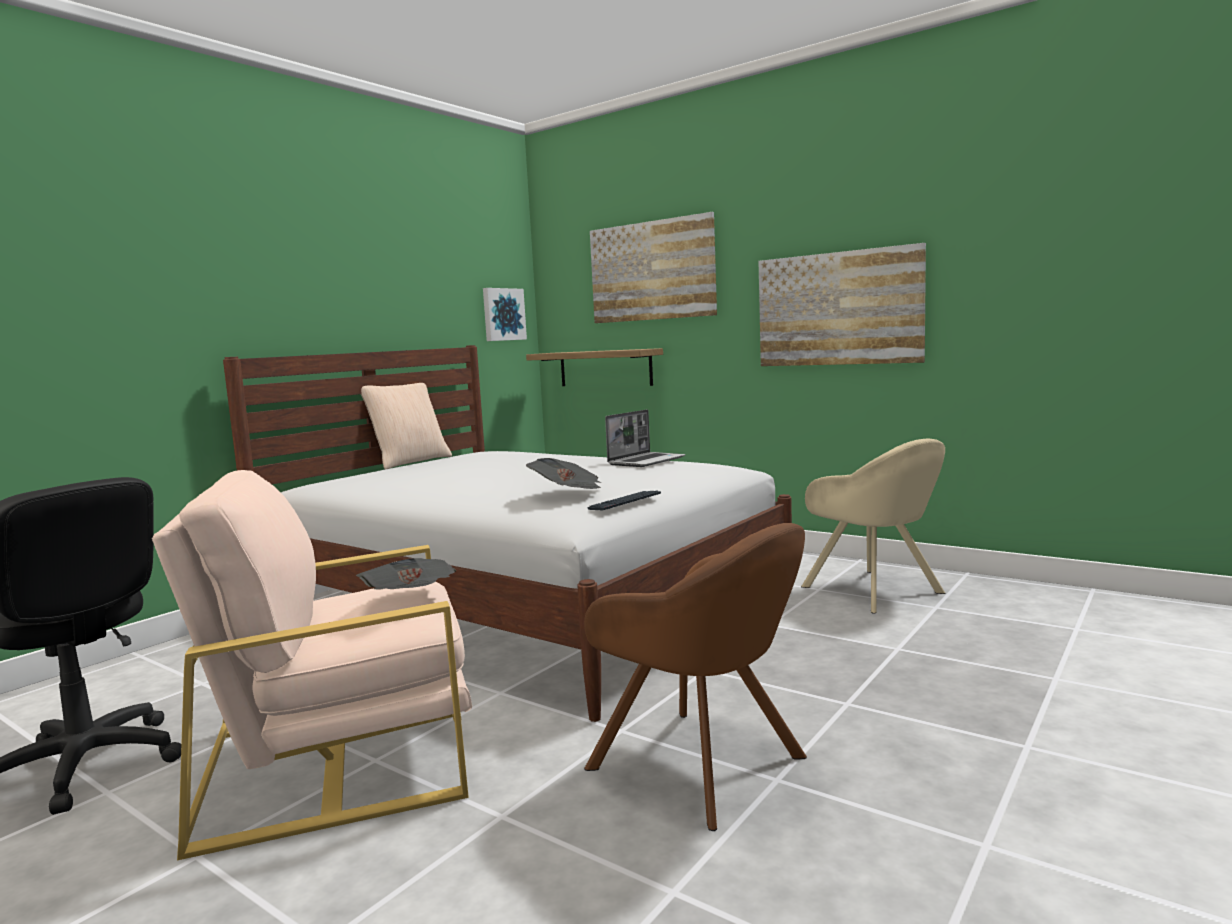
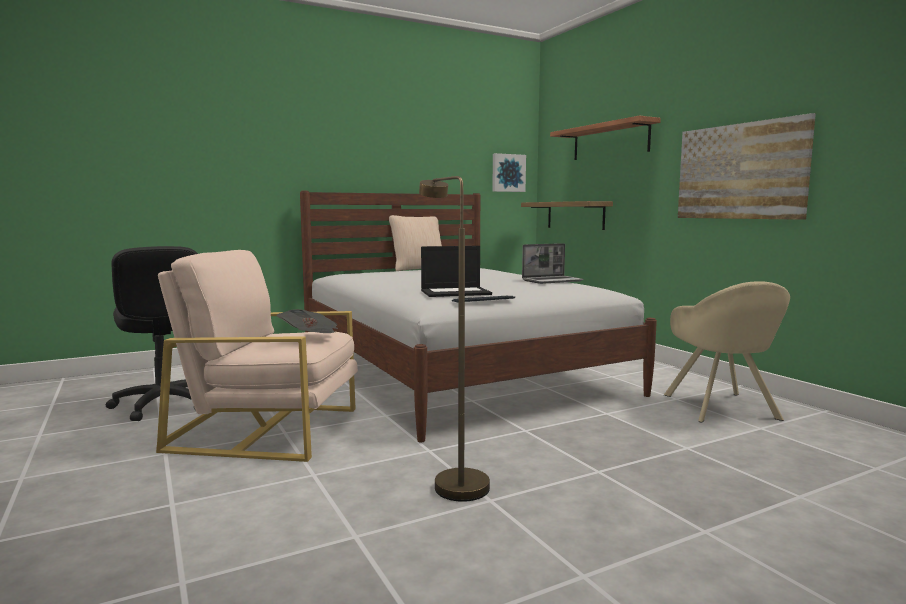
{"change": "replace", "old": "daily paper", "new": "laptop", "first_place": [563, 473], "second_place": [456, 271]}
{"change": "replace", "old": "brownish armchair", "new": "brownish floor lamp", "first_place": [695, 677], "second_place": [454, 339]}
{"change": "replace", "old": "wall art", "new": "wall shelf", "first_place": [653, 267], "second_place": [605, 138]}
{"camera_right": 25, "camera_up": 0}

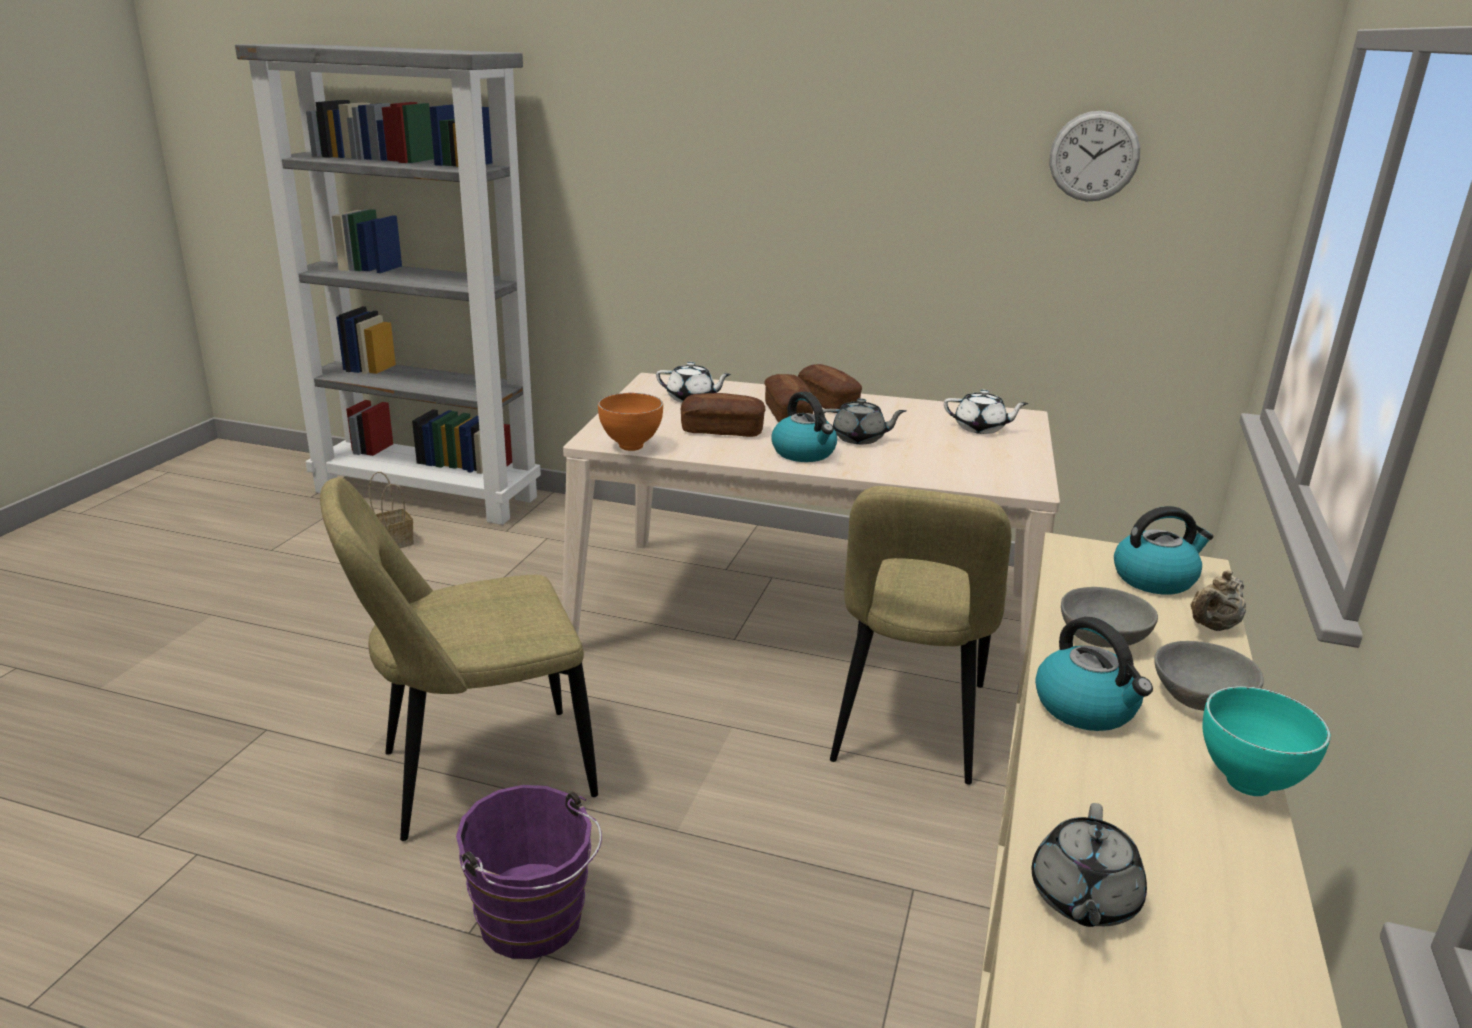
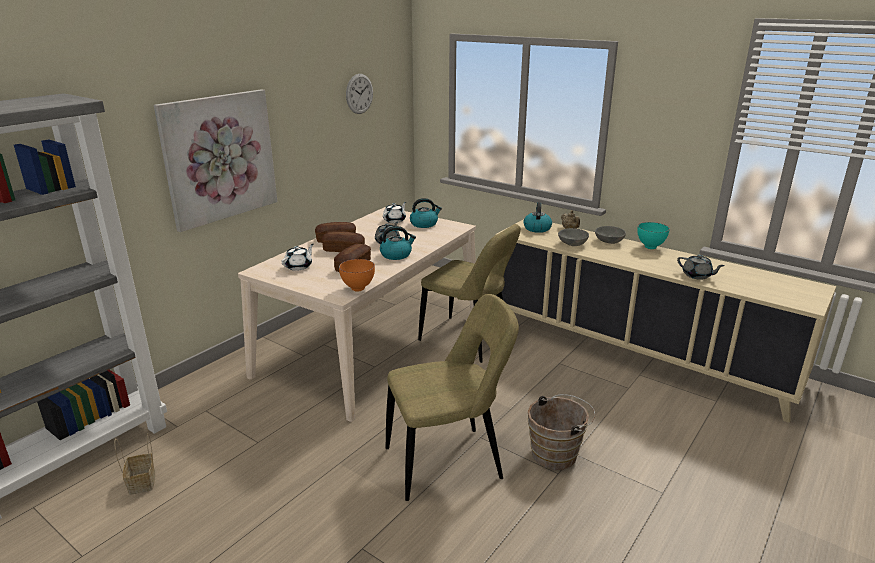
{"change": "insert", "new": "wall art", "second_place": [215, 160]}
{"change": "move", "old": "kettle", "first_place": [1094, 674], "second_place": [426, 213]}
{"change": "recolor", "old": "purplish pail", "new": "brownish pail", "first_place": [529, 872], "second_place": [561, 432]}
{"change": "rotate", "old": "beige-coloured upright chair", "first_place": [459, 659], "second_place": [452, 397], "degrees": -105}
{"camera_right": -70, "camera_up": 0}

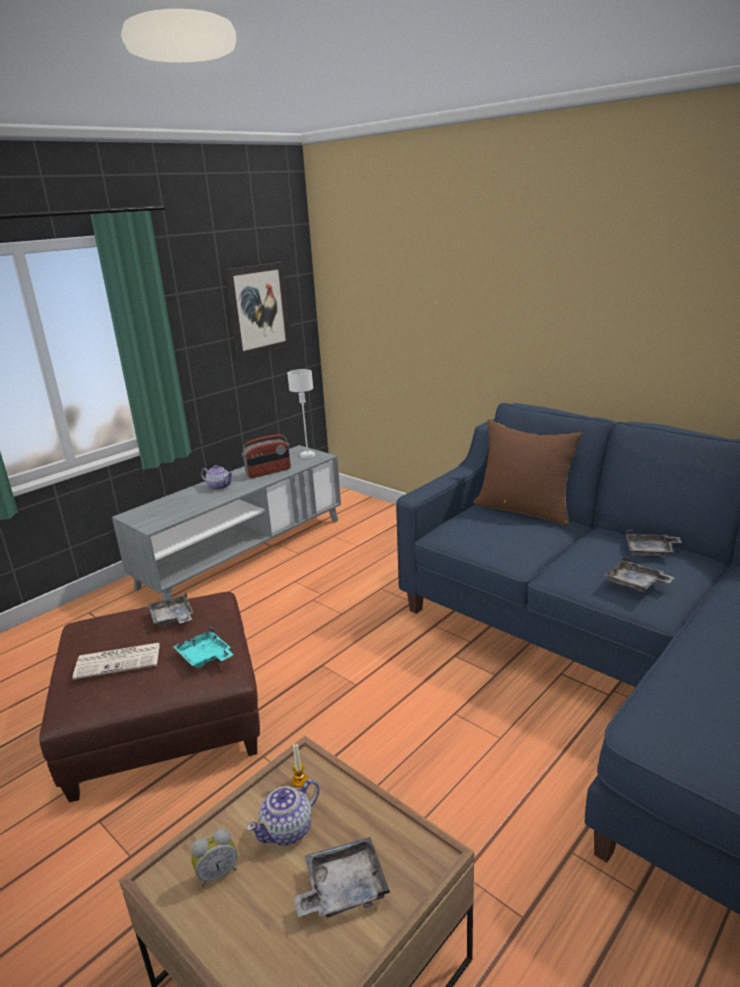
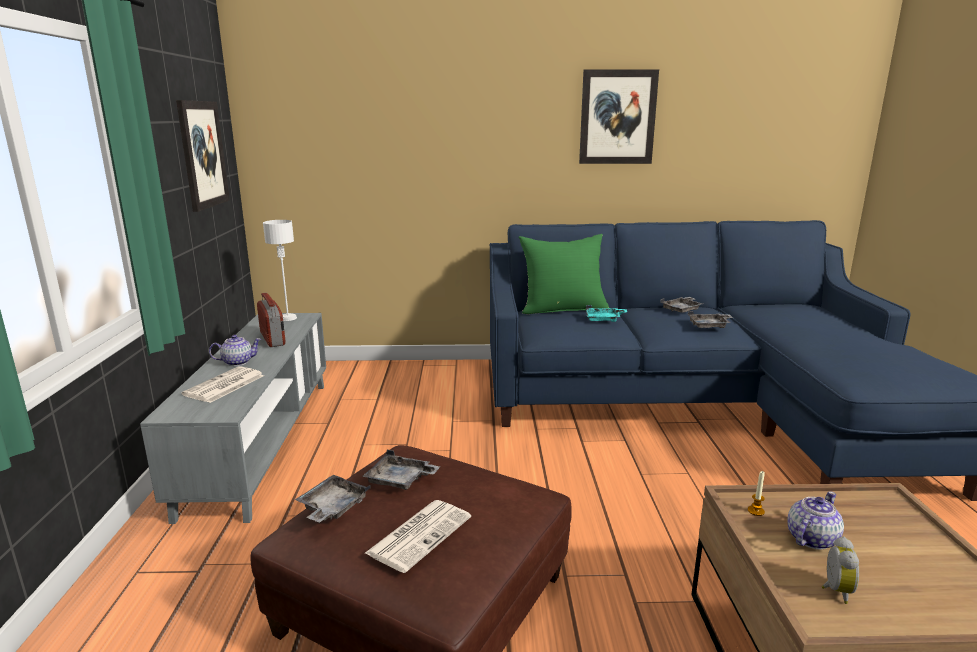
{"change": "insert", "new": "daily paper", "second_place": [222, 384]}
{"change": "insert", "new": "wall art", "second_place": [619, 116]}
{"change": "move", "old": "turquoise tray", "first_place": [203, 647], "second_place": [606, 313]}
{"change": "move", "old": "grey tray", "first_place": [342, 877], "second_place": [333, 499]}
{"change": "recolor", "old": "brownish throw pillow", "new": "green-coloured throw pillow", "first_place": [527, 472], "second_place": [563, 274]}
{"change": "rotate", "old": "radio set", "first_place": [266, 456], "second_place": [271, 320], "degrees": -45}
{"change": "rotate", "old": "tea pot", "first_place": [282, 812], "second_place": [815, 520], "degrees": -135}
{"camera_right": -45, "camera_up": -5}

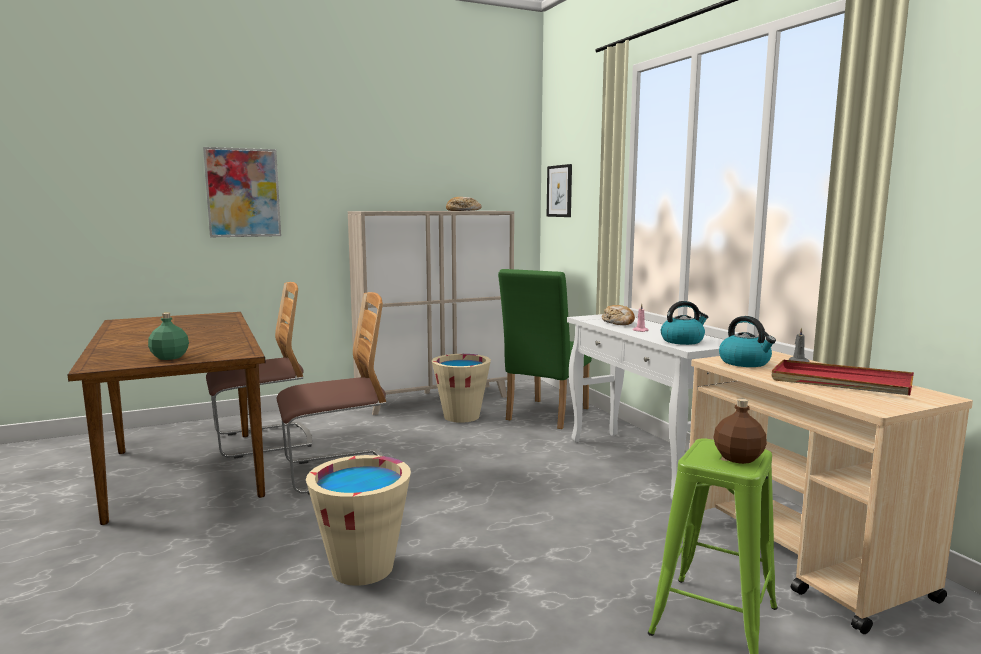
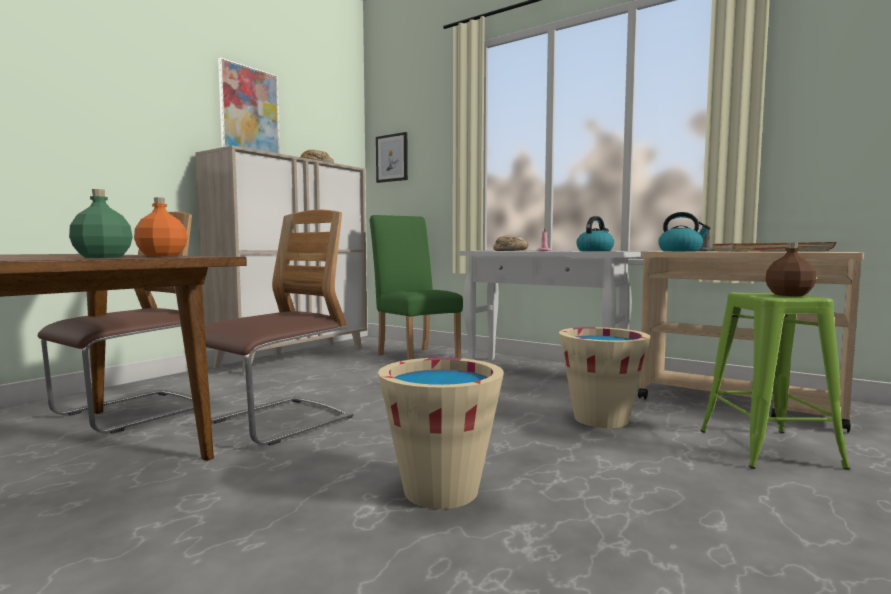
{"change": "insert", "new": "orangey drink bottle", "second_place": [161, 226]}
{"change": "move", "old": "wall art", "first_place": [242, 192], "second_place": [249, 105]}
{"change": "move", "old": "beige-coloured pail", "first_place": [461, 388], "second_place": [605, 377]}
{"change": "rotate", "old": "green-coloured upright chair", "first_place": [545, 349], "second_place": [416, 287], "degrees": 150}
{"camera_right": -30, "camera_up": -5}

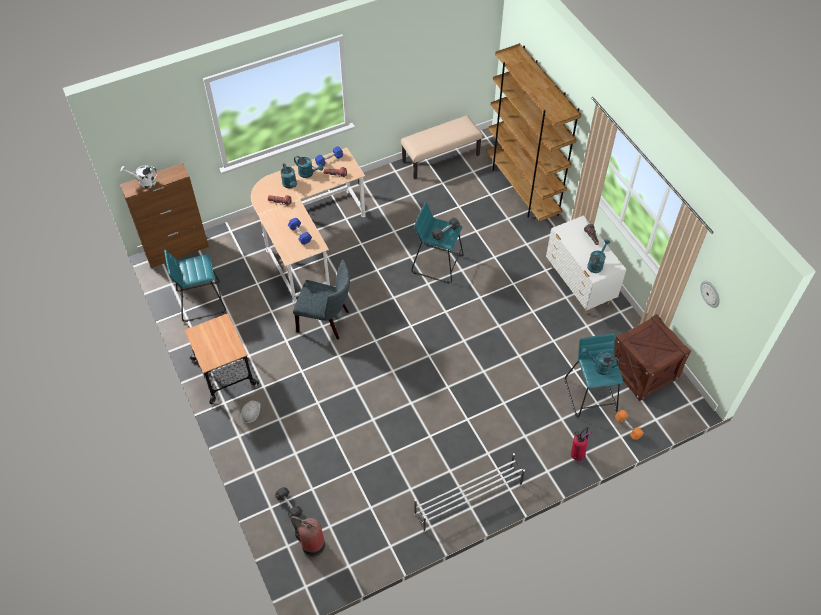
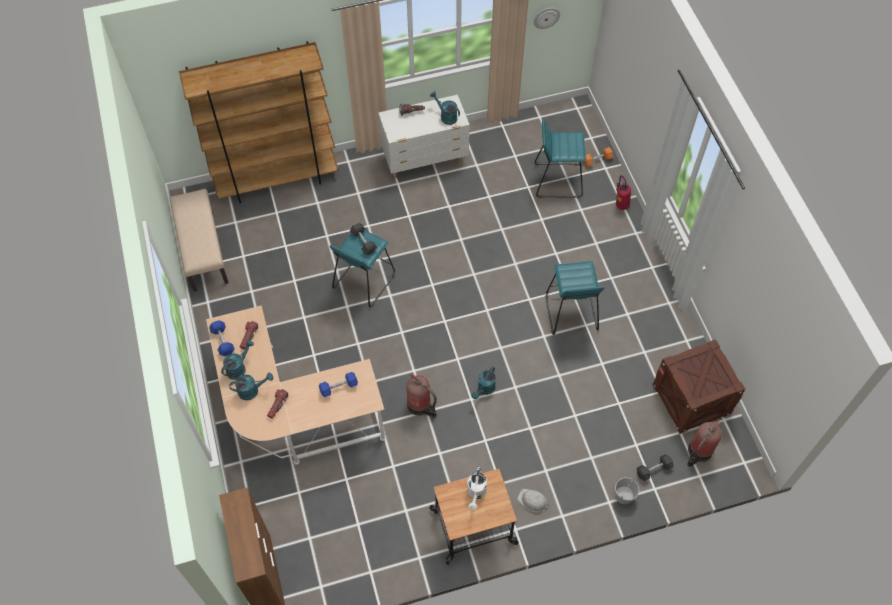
{"change": "delete", "old": "white-coloured shoe rack", "first_place": [469, 492]}
{"change": "insert", "new": "white-coloured pail", "second_place": [627, 490]}
{"change": "move", "old": "white-coloured watering can", "first_place": [139, 176], "second_place": [477, 488]}
{"change": "move", "old": "turquoise stool seat", "first_place": [195, 286], "second_place": [575, 298]}
{"change": "move", "old": "turquoise watering can", "first_place": [600, 361], "second_place": [483, 382]}
{"change": "move", "old": "shipping crate", "first_place": [652, 357], "second_place": [699, 386]}
{"change": "replace", "old": "grey upright chair", "new": "fire-fighting cylinder", "first_place": [321, 299], "second_place": [422, 395]}
{"camera_right": -80, "camera_up": 5}

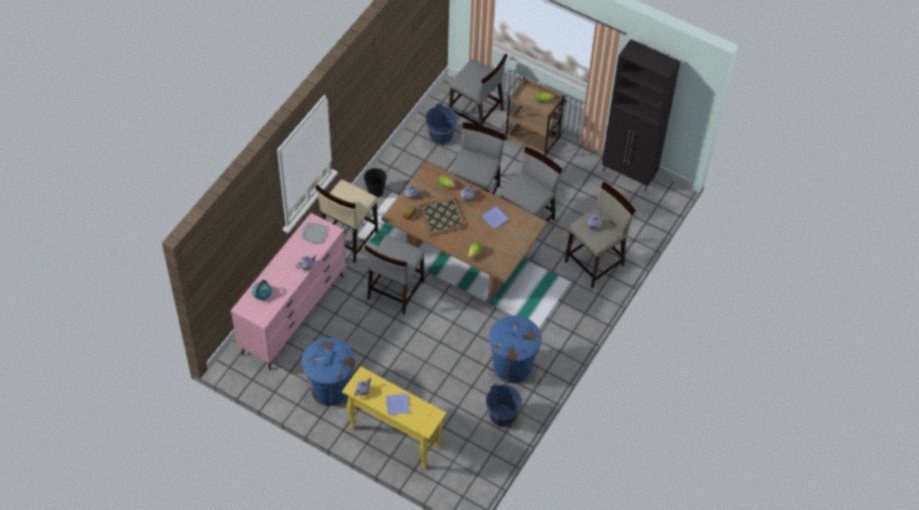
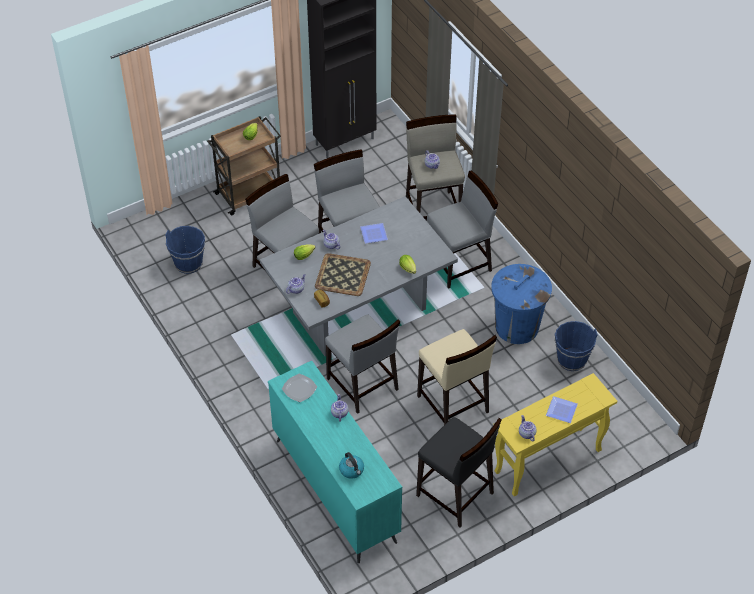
{"change": "delete", "old": "black-coloured pail", "first_place": [375, 183]}
{"change": "move", "old": "beige-coloured stool seat", "first_place": [346, 221], "second_place": [457, 377]}
{"change": "move", "old": "grey upright chair", "first_place": [478, 89], "second_place": [462, 229]}
{"change": "replace", "old": "blue-coloured rubbish bin", "new": "black-coloured stool seat", "first_place": [328, 372], "second_place": [459, 472]}
{"change": "recolor", "old": "pink chest of drawers", "new": "turquoise chest of drawers", "first_place": [288, 291], "second_place": [335, 462]}
{"change": "recolor", "old": "brownish dinner table", "new": "grey dinner table", "first_place": [465, 231], "second_place": [359, 276]}
{"camera_right": -60, "camera_up": -5}

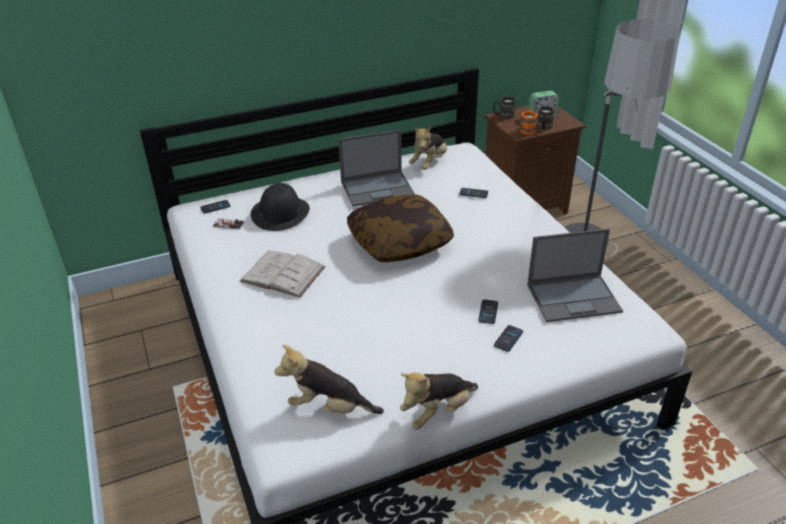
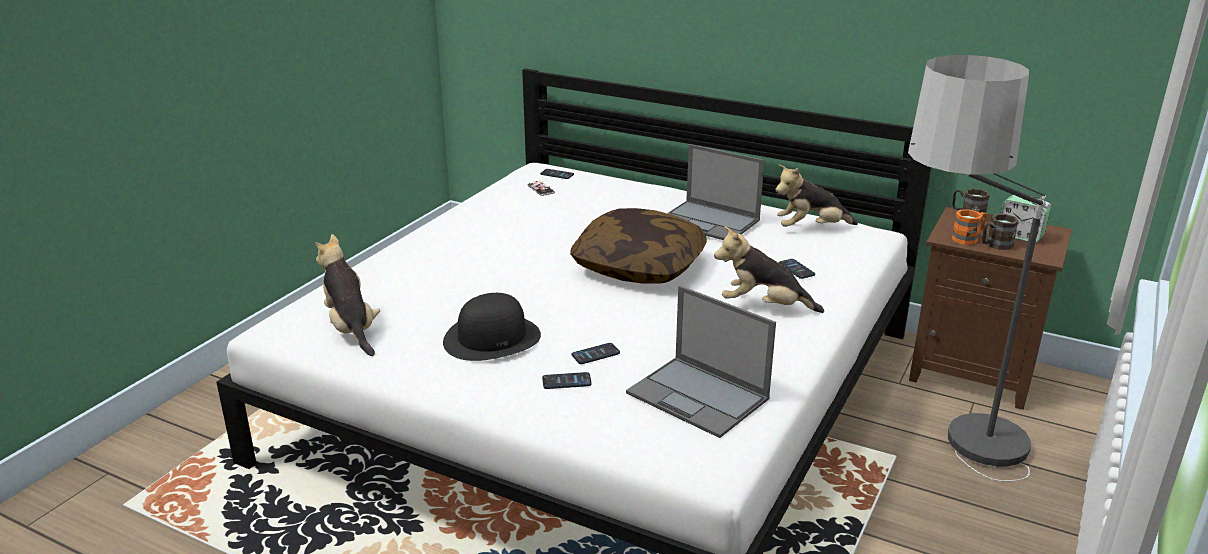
{"change": "delete", "old": "white-coloured volume", "first_place": [283, 274]}
{"change": "move", "old": "black-coloured hat", "first_place": [280, 207], "second_place": [492, 327]}
{"change": "move", "old": "plush toy", "first_place": [439, 401], "second_place": [769, 269]}
{"camera_right": 50, "camera_up": -10}

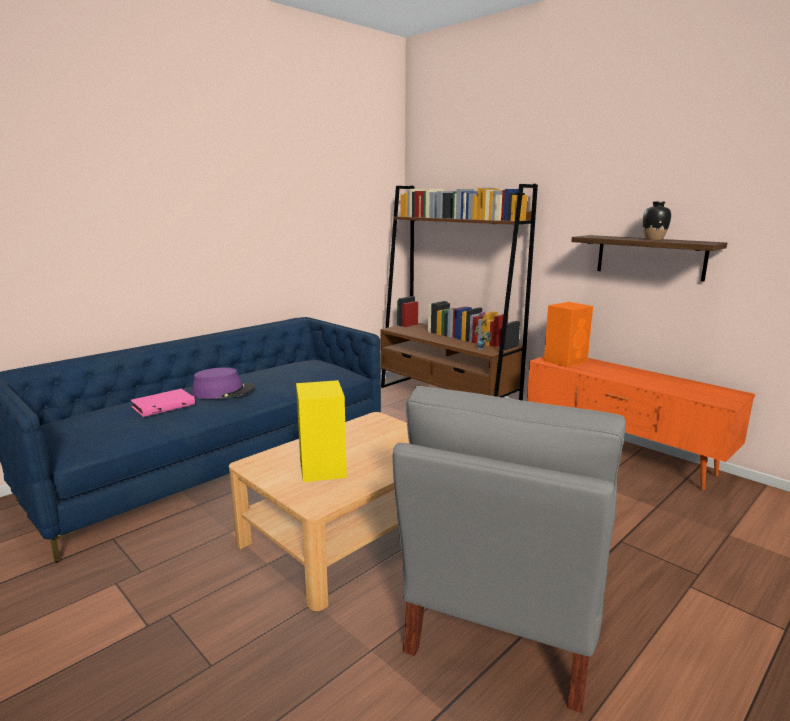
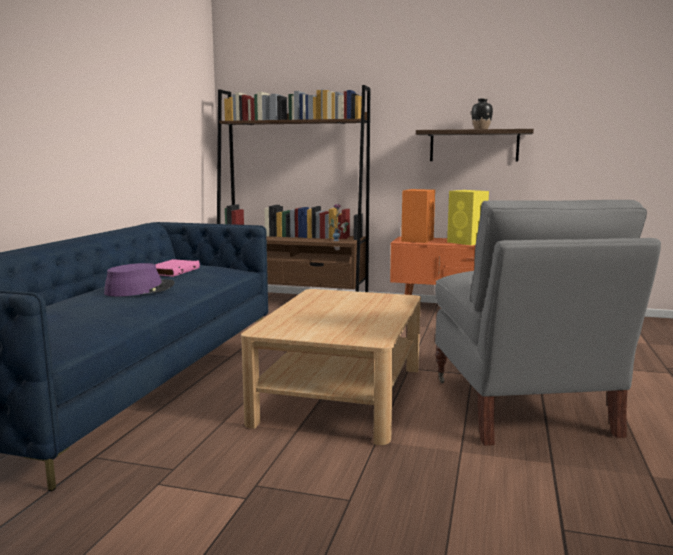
{"change": "move", "old": "pink volume", "first_place": [163, 403], "second_place": [177, 268]}
{"change": "move", "old": "yellow loudspeaker", "first_place": [321, 431], "second_place": [468, 217]}
{"camera_right": -30, "camera_up": -5}

